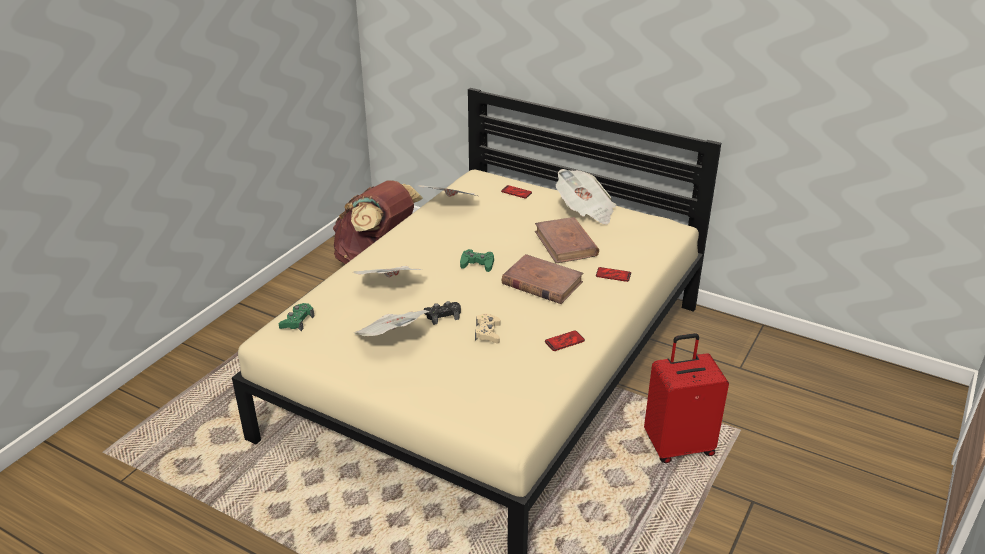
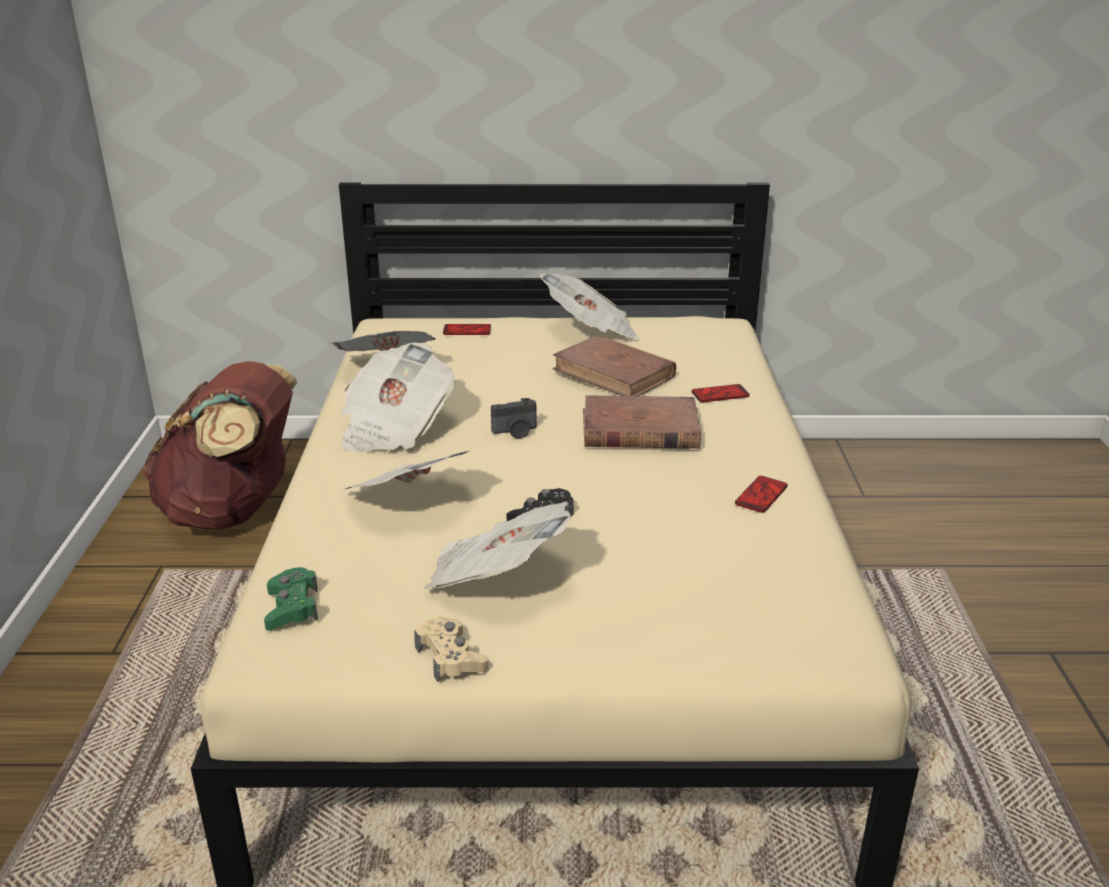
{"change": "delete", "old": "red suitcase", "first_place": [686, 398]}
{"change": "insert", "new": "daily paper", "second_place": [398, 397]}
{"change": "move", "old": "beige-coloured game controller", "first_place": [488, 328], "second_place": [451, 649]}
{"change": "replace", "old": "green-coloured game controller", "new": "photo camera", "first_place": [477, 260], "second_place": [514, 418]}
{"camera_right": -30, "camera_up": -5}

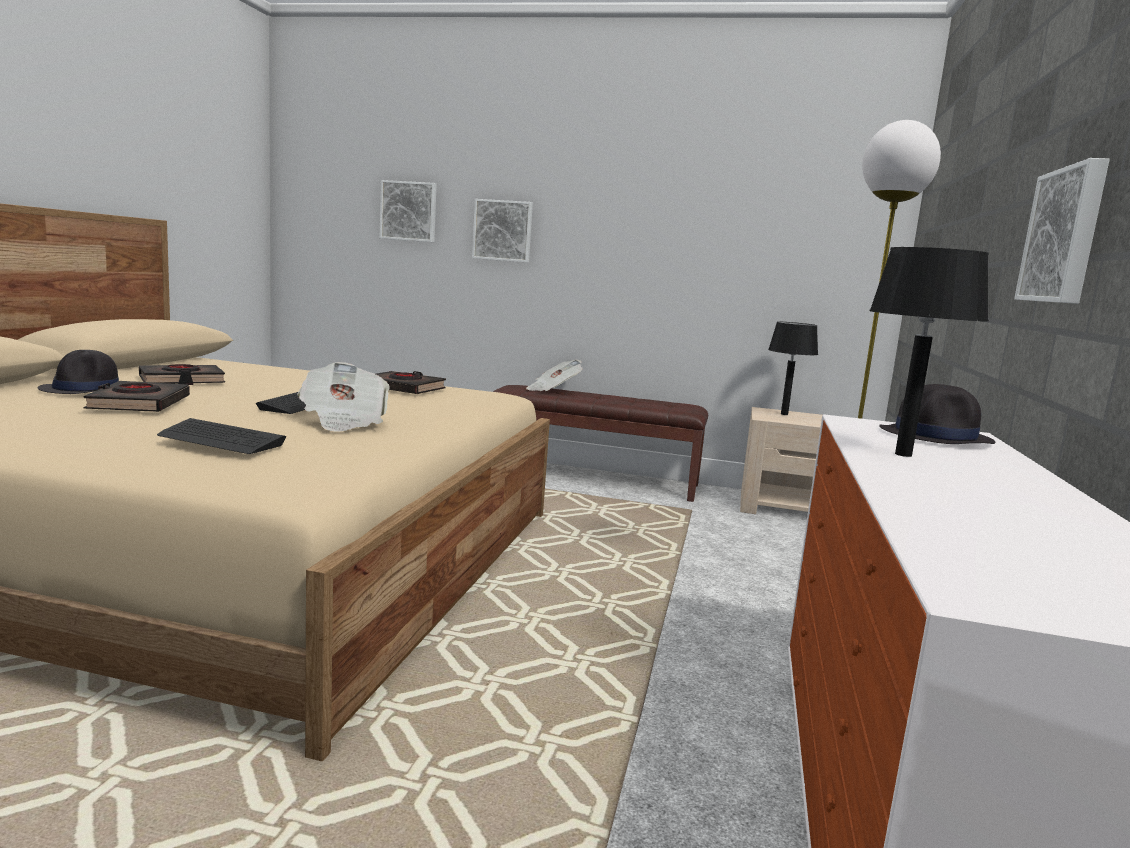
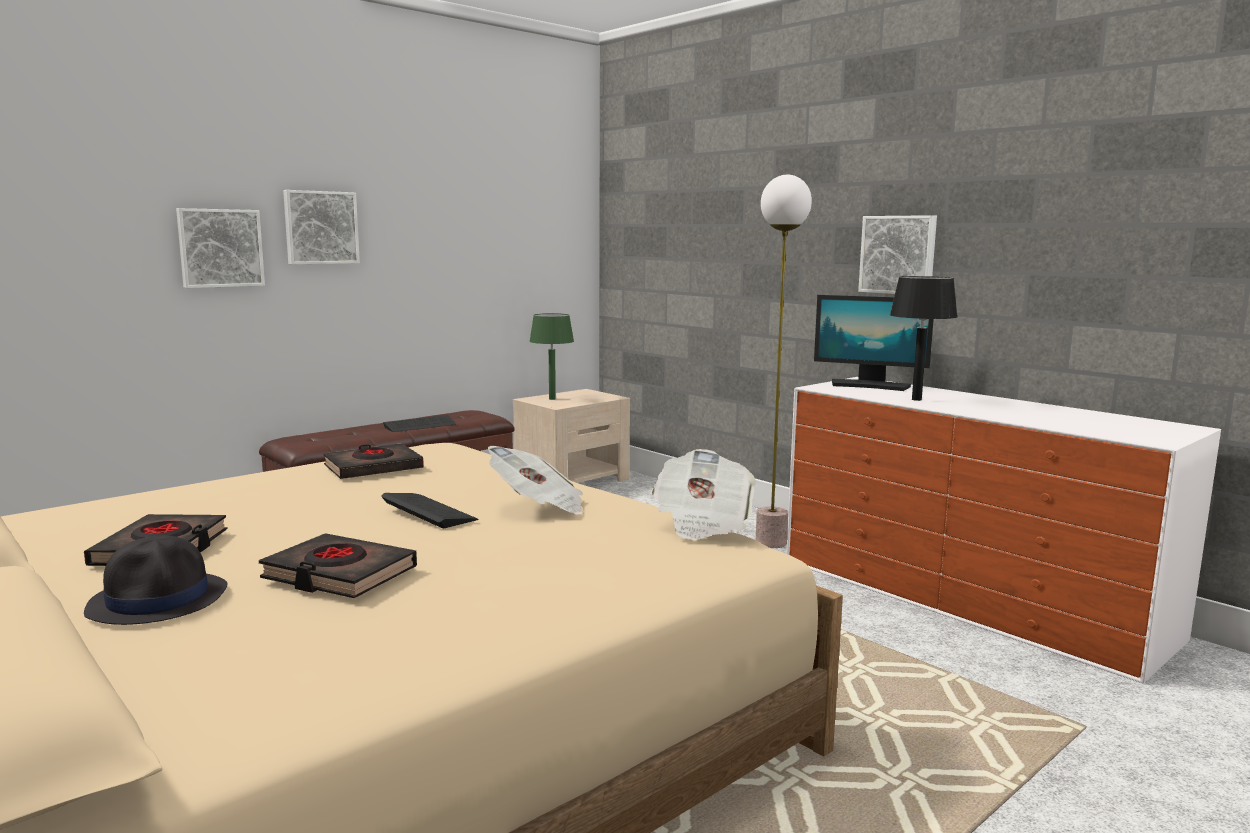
{"change": "move", "old": "computer keyboard", "first_place": [221, 436], "second_place": [419, 423]}
{"change": "move", "old": "wall art", "first_place": [408, 211], "second_place": [321, 227]}
{"change": "move", "old": "daily paper", "first_place": [554, 375], "second_place": [704, 494]}
{"change": "replace", "old": "black-coloured hat", "new": "computer screen", "first_place": [937, 414], "second_place": [874, 343]}
{"change": "recolor", "old": "black-coloured table lamp", "new": "green-coloured table lamp", "first_place": [793, 368], "second_place": [551, 356]}
{"camera_right": -55, "camera_up": 0}

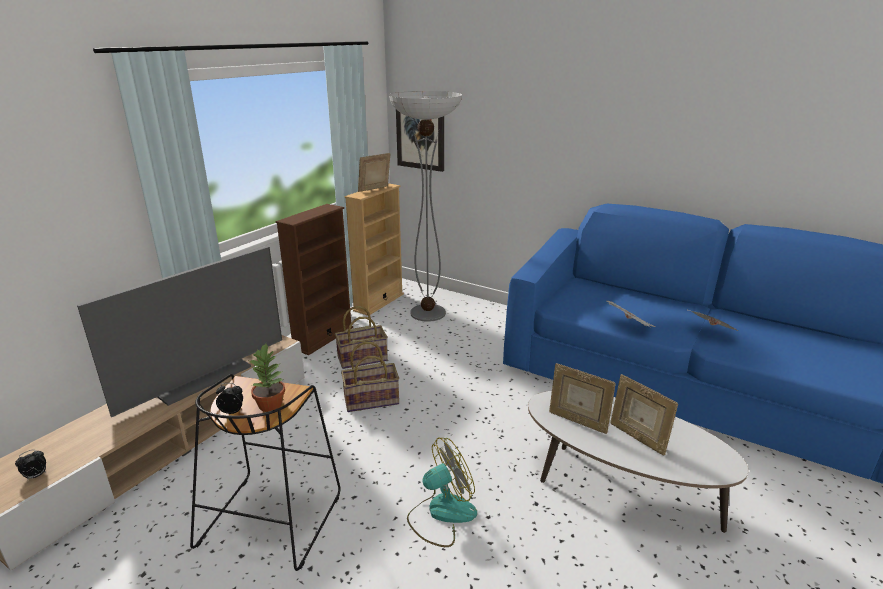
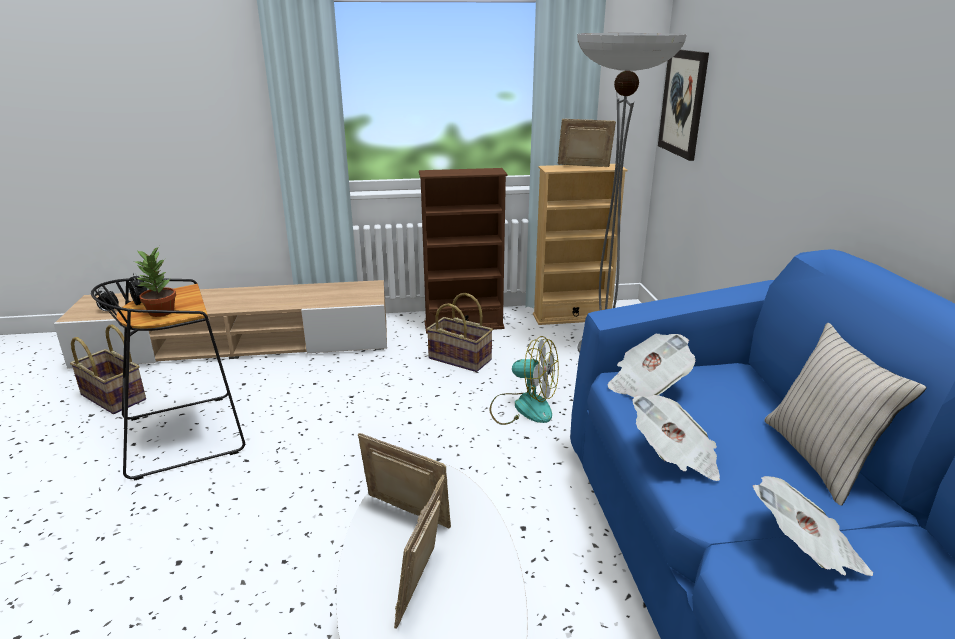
{"change": "delete", "old": "TV set", "first_place": [179, 332]}
{"change": "insert", "new": "daily paper", "second_place": [651, 366]}
{"change": "insert", "new": "beige-coloured throw pillow", "second_place": [845, 414]}
{"change": "move", "old": "storage basket", "first_place": [370, 377], "second_place": [108, 369]}
{"change": "move", "old": "fan", "first_place": [442, 492], "second_place": [524, 380]}
{"change": "rotate", "old": "photo frame", "first_place": [582, 398], "second_place": [404, 480], "degrees": 120}
{"camera_right": 50, "camera_up": 0}

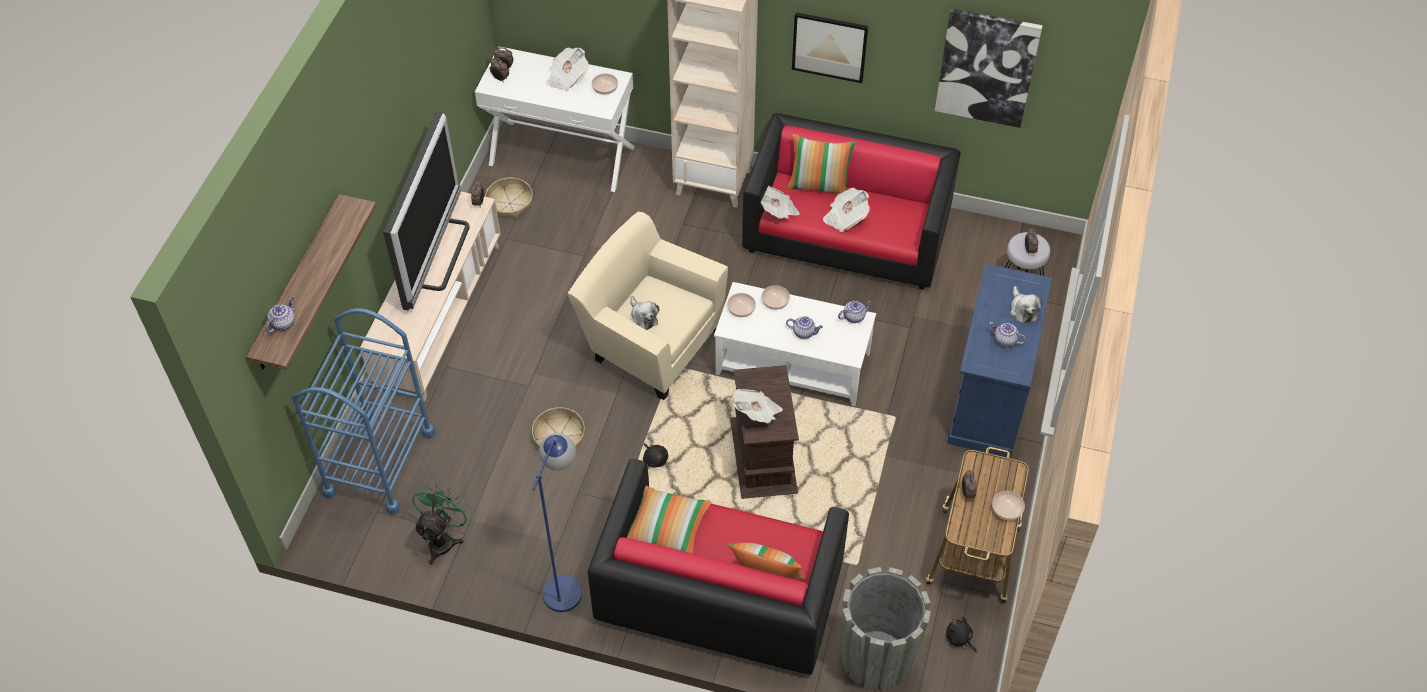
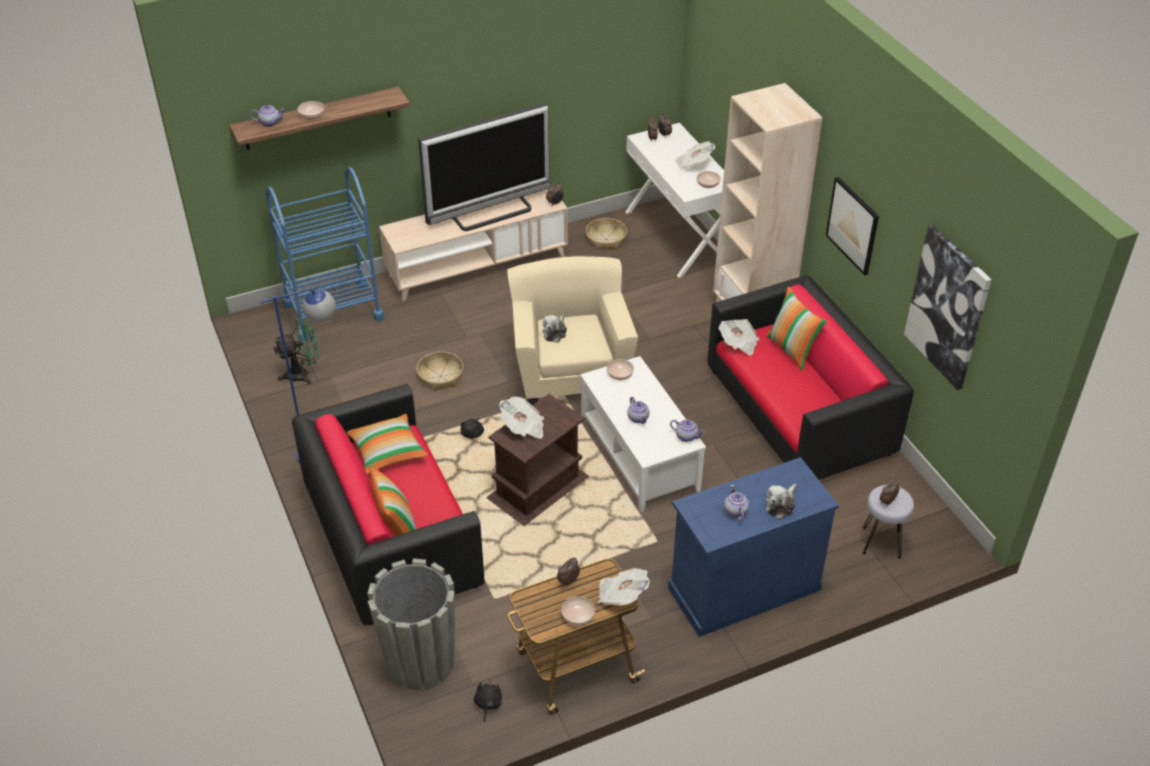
{"change": "move", "old": "bowl", "first_place": [775, 297], "second_place": [311, 110]}
{"change": "move", "old": "daily paper", "first_place": [846, 210], "second_place": [624, 587]}
{"camera_right": 50, "camera_up": -10}

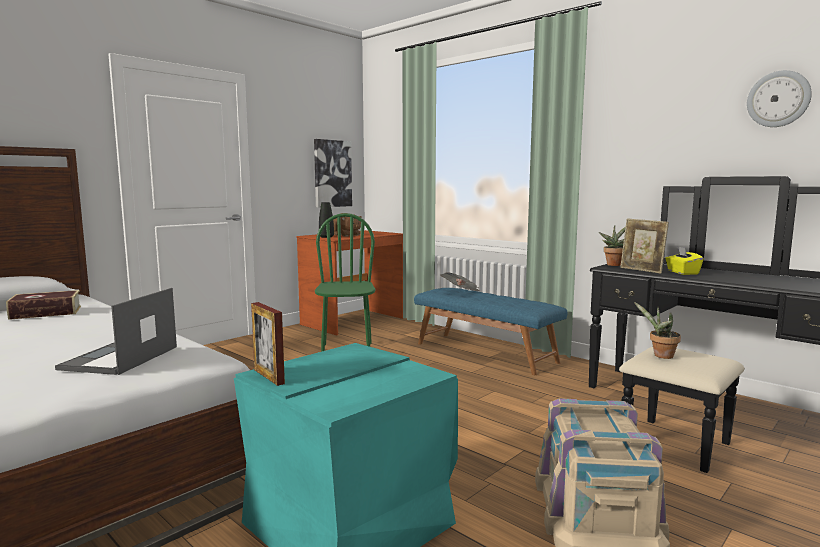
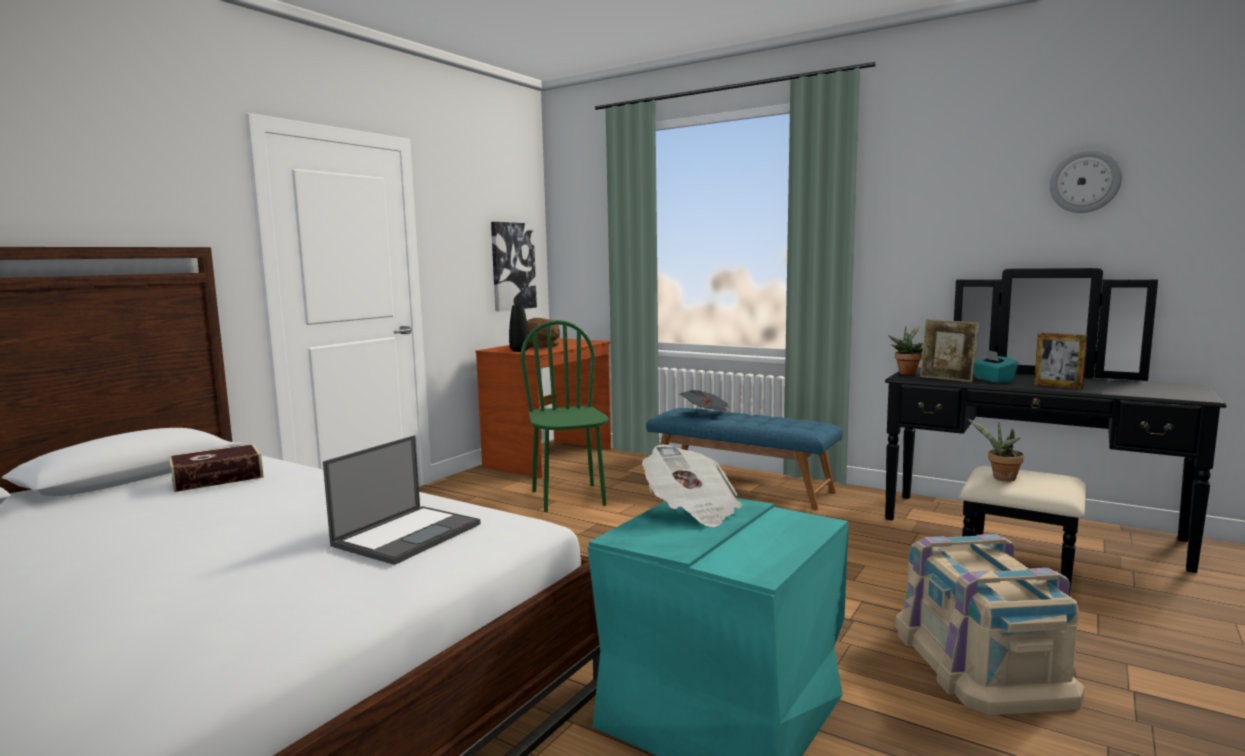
{"change": "insert", "new": "daily paper", "second_place": [692, 486]}
{"change": "move", "old": "photo frame", "first_place": [268, 344], "second_place": [1061, 360]}
{"change": "recolor", "old": "yellow tissue box", "new": "turquoise tissue box", "first_place": [684, 260], "second_place": [995, 366]}
{"change": "rotate", "old": "laptop", "first_place": [116, 331], "second_place": [402, 500], "degrees": -150}
{"camera_right": -10, "camera_up": 0}

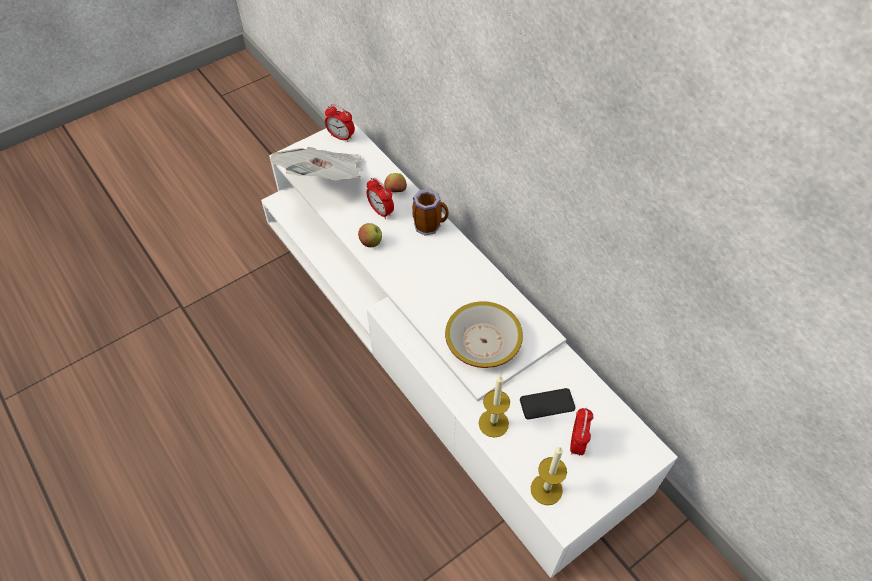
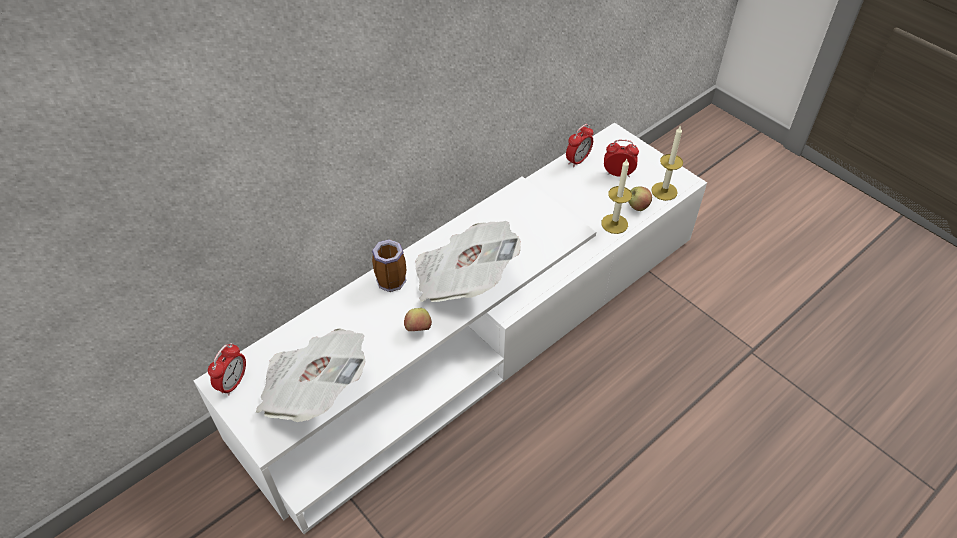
{"change": "delete", "old": "bowl", "first_place": [484, 334]}
{"change": "delete", "old": "phone", "first_place": [548, 403]}
{"change": "insert", "new": "daily paper", "second_place": [468, 261]}
{"change": "move", "old": "alarm clock", "first_place": [380, 198], "second_place": [580, 145]}
{"change": "move", "old": "apple", "first_place": [395, 182], "second_place": [640, 198]}
{"camera_right": -95, "camera_up": -5}

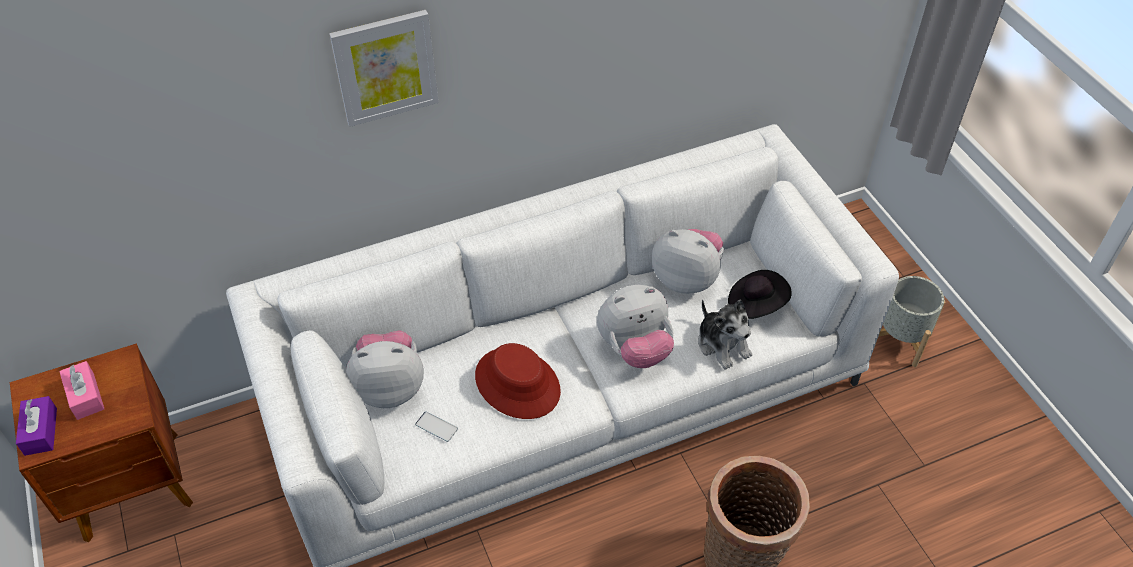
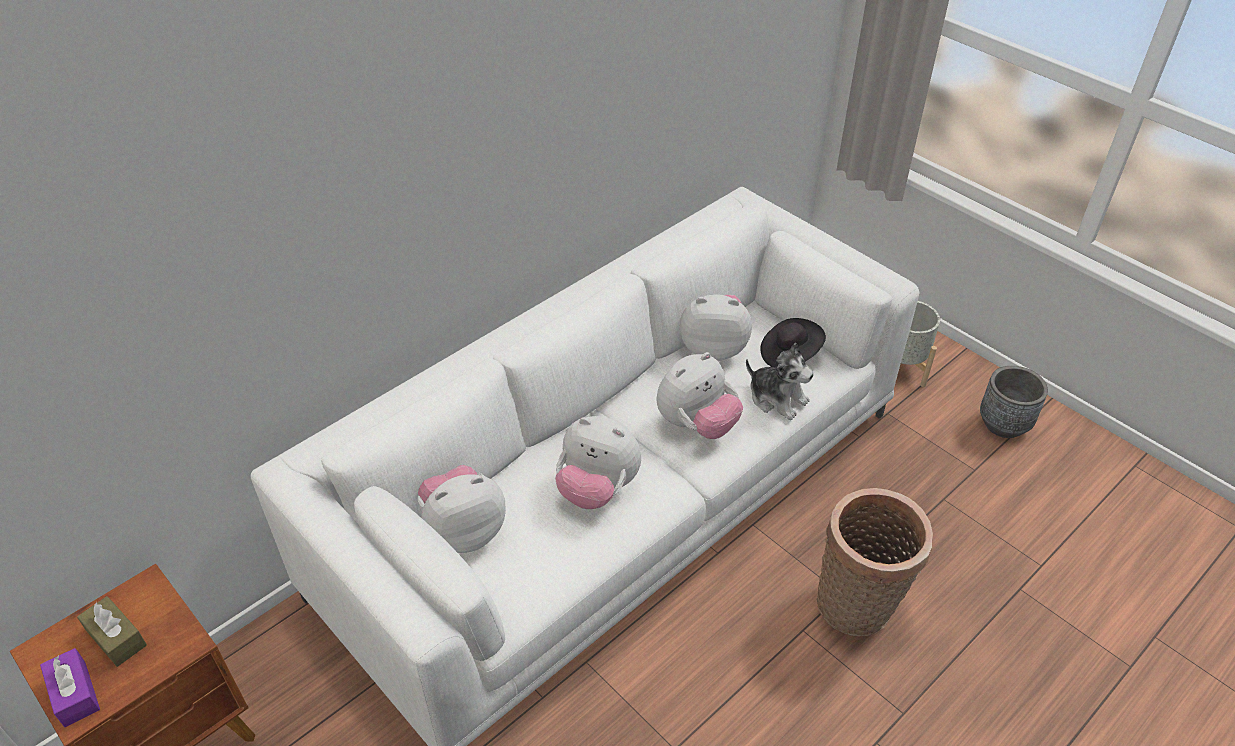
{"change": "delete", "old": "wall art", "first_place": [384, 68]}
{"change": "delete", "old": "phone", "first_place": [436, 426]}
{"change": "insert", "new": "grey flower pot", "second_place": [1014, 402]}
{"change": "replace", "old": "red hat", "new": "plush toy", "first_place": [518, 381], "second_place": [598, 462]}
{"change": "recolor", "old": "pink tissue box", "new": "brownish tissue box", "first_place": [81, 390], "second_place": [112, 631]}
{"camera_right": -20, "camera_up": -5}

